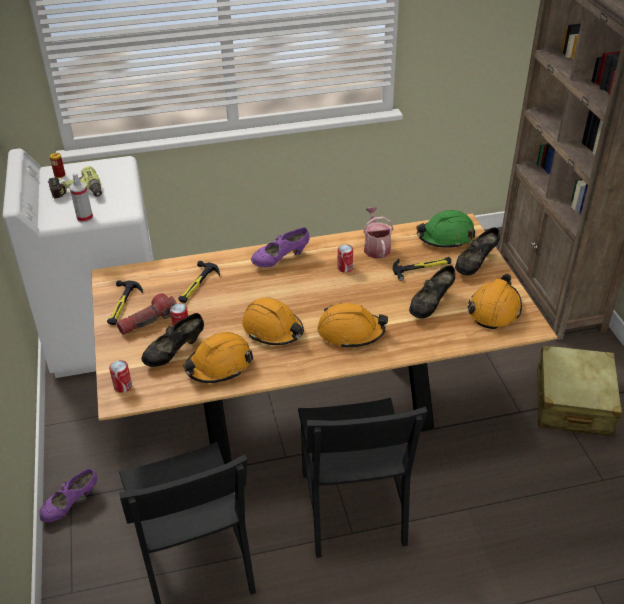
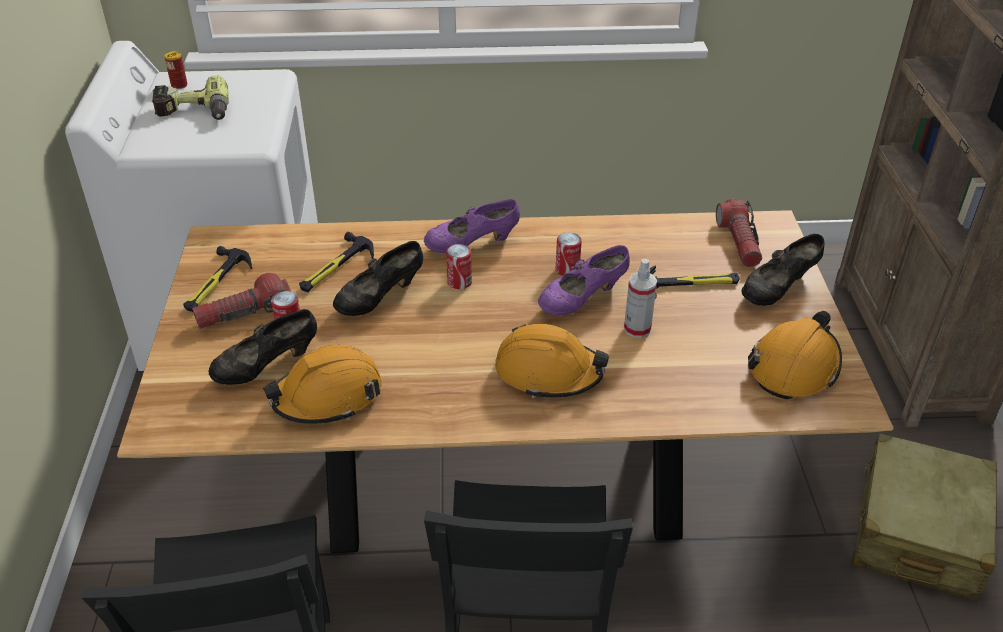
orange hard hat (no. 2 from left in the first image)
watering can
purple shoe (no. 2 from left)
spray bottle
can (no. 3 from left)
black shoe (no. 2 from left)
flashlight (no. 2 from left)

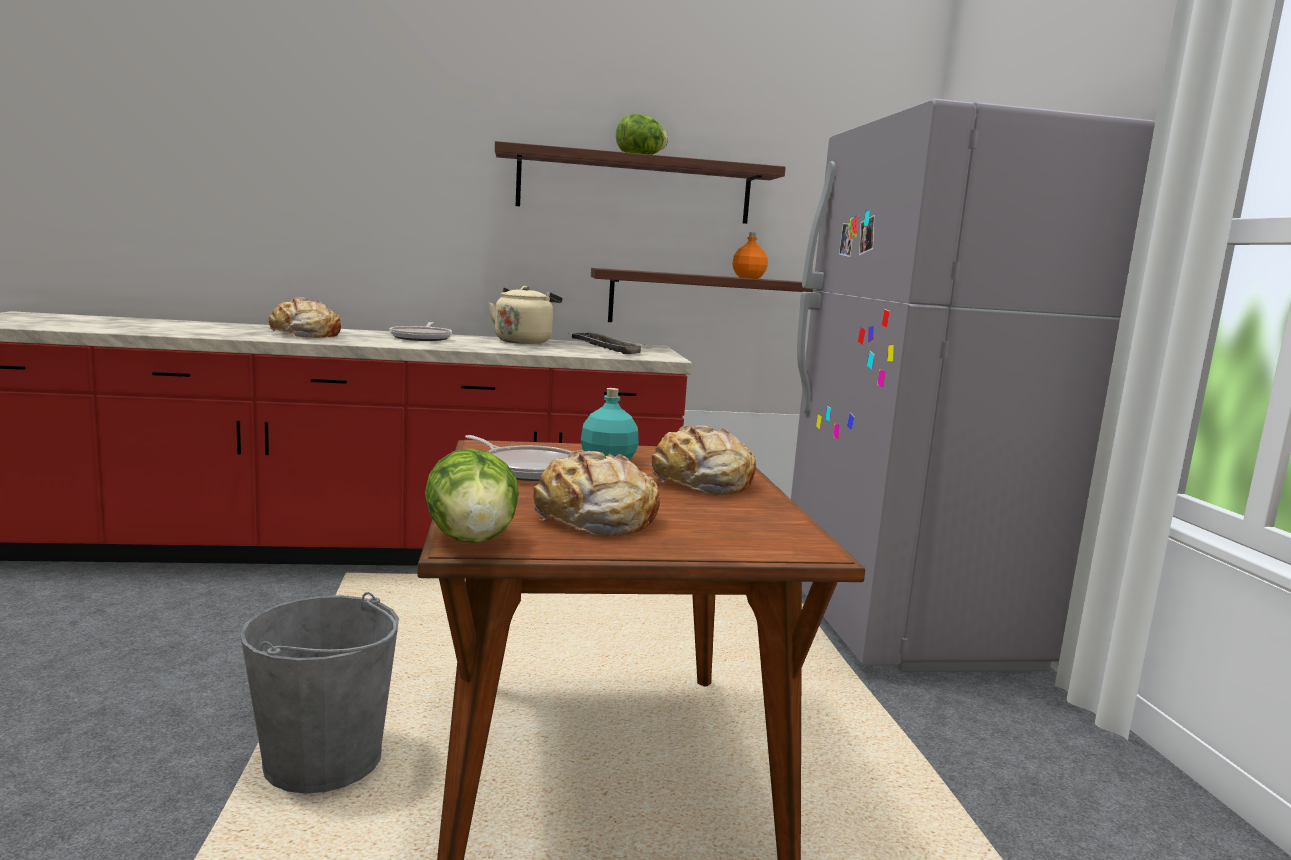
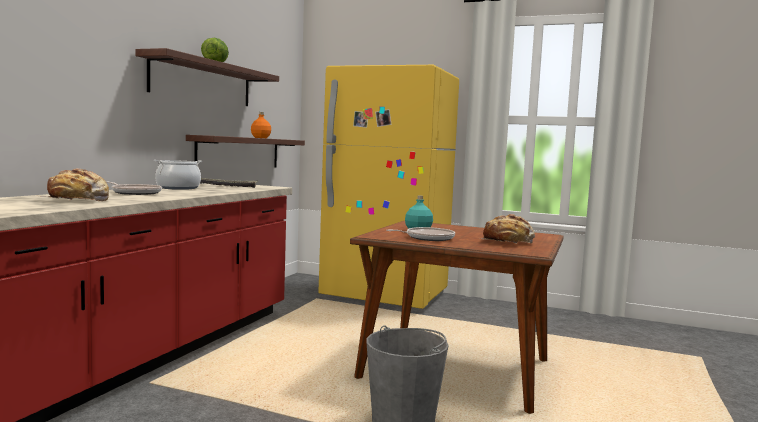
lettuce (no. 1 from left in the first image)
bread (no. 3 from left in the first image)
cooking pot
yellow fridge

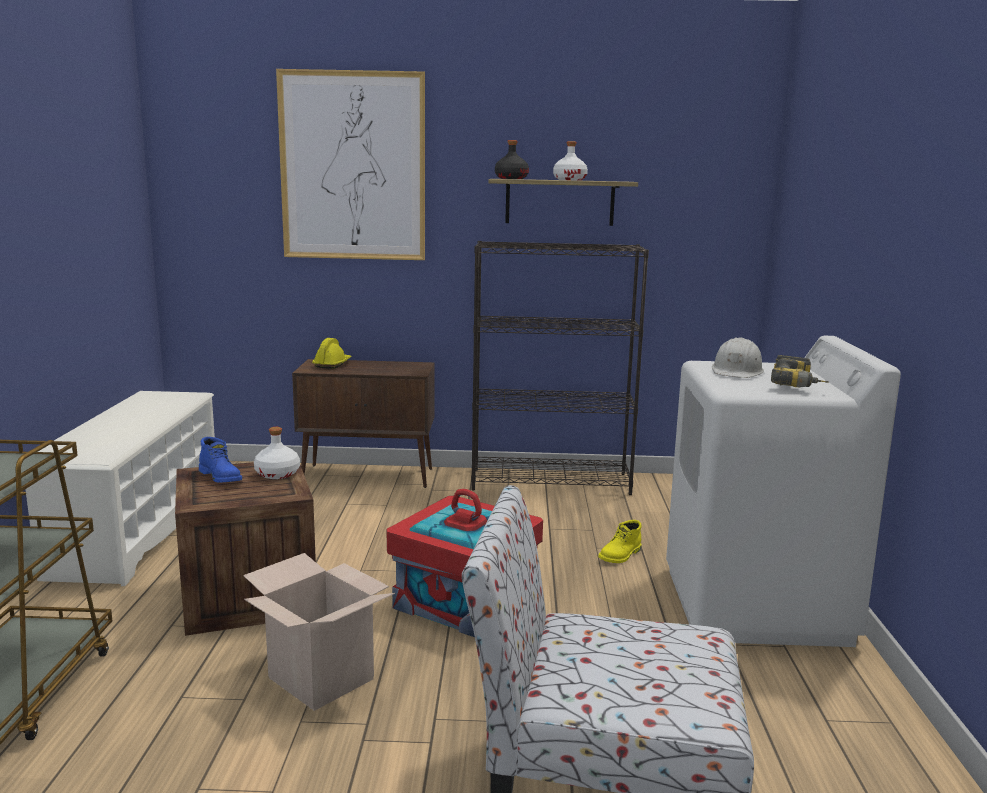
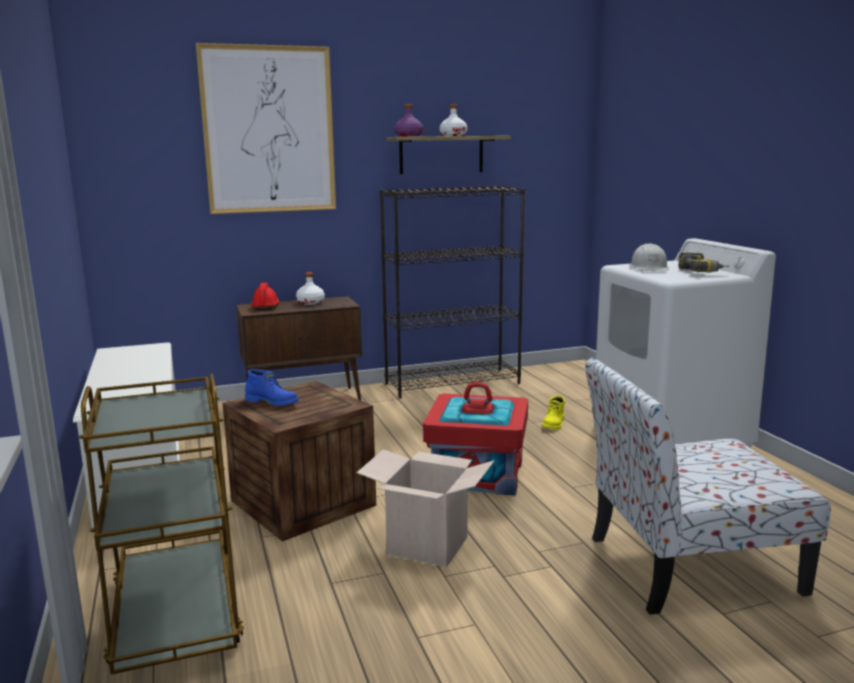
white bottle (no. 1 from left)
red hard hat
purple bottle

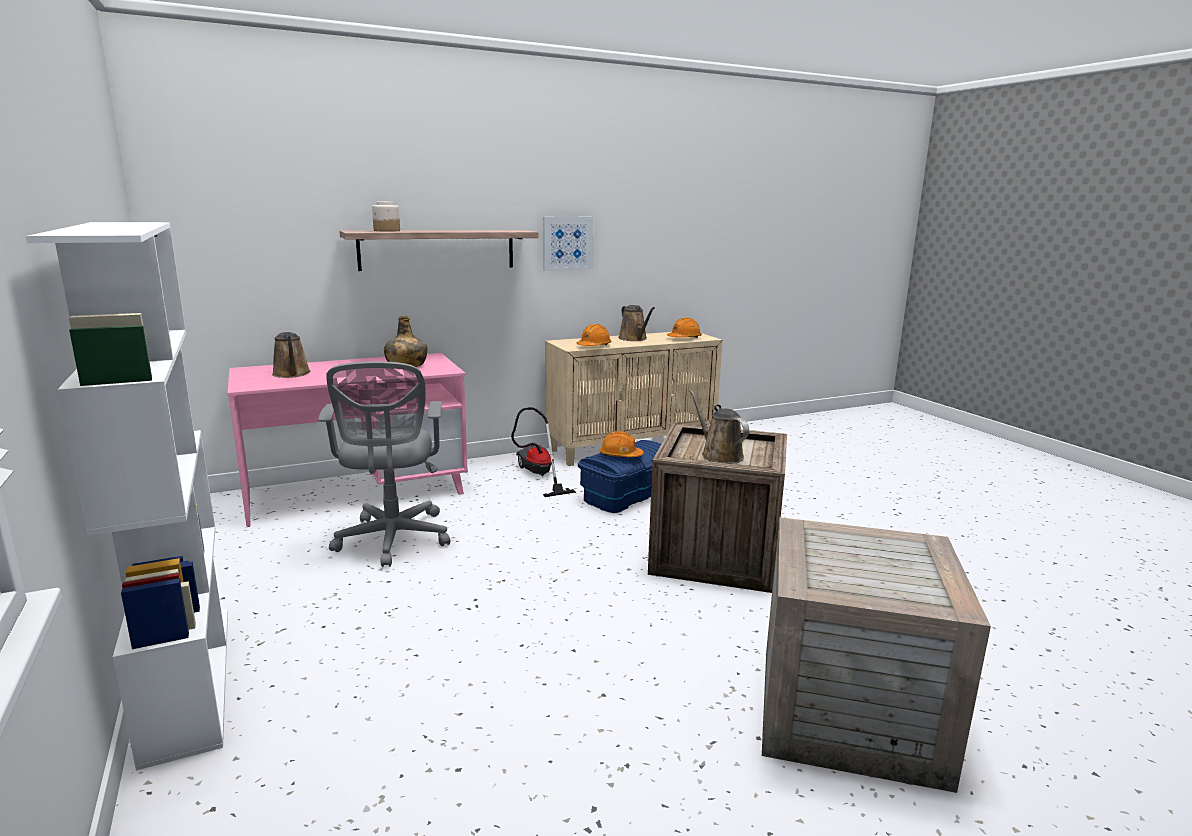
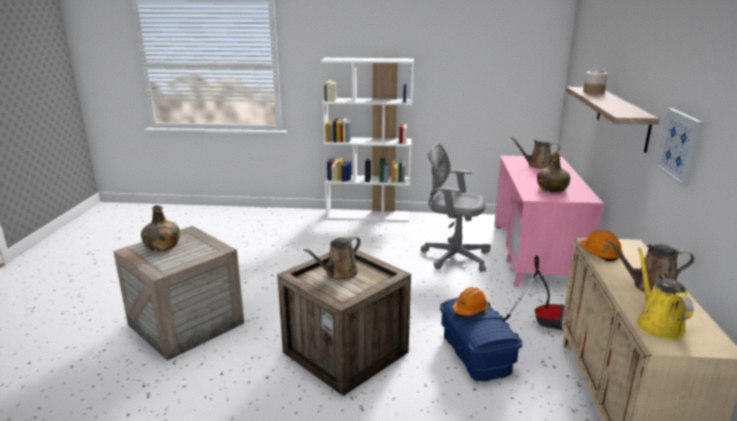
green bottle (no. 1 from left)
yellow watering can
brown watering can (no. 1 from left)

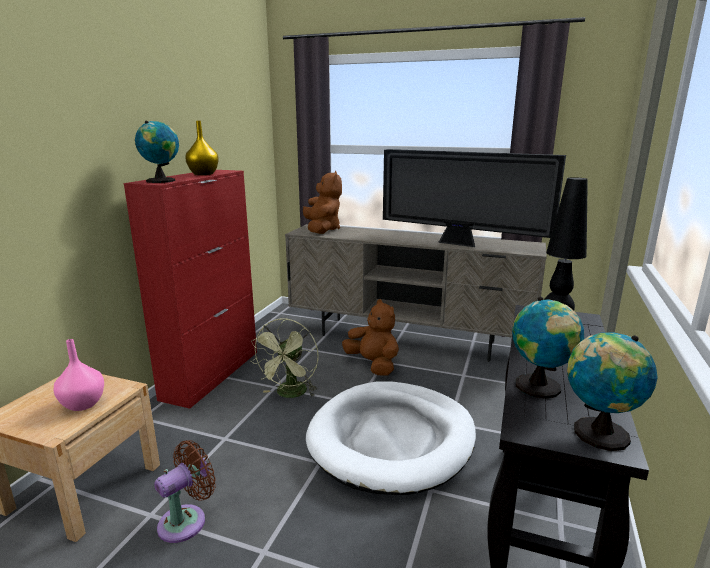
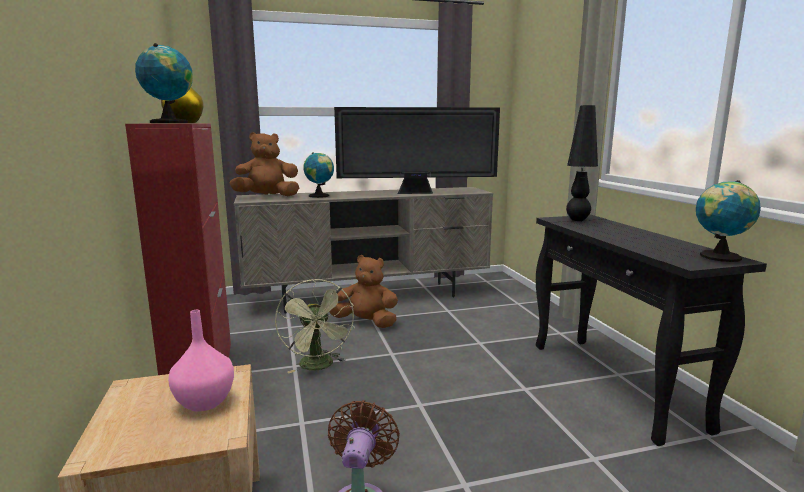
white dog bed
globe (no. 2 from left)
brown plush toy (no. 1 from left)

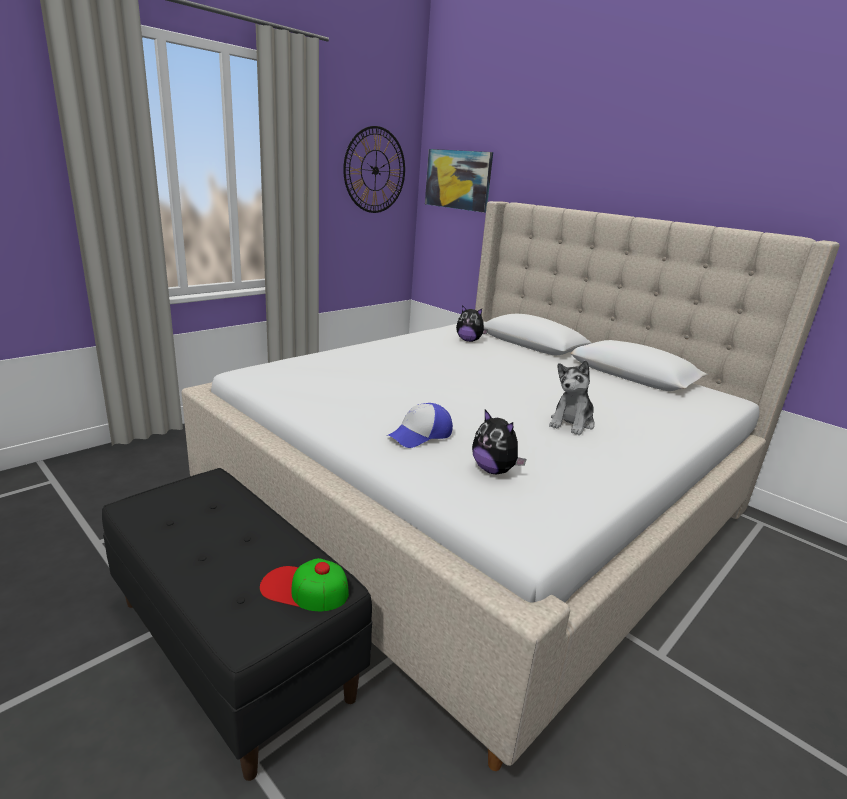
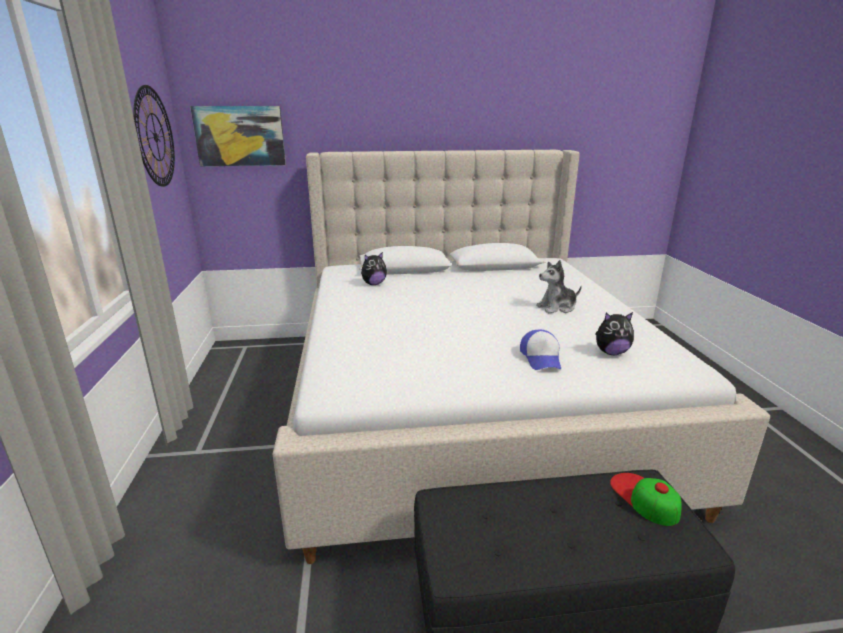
cap (no. 2 from left)
plush toy (no. 2 from left)

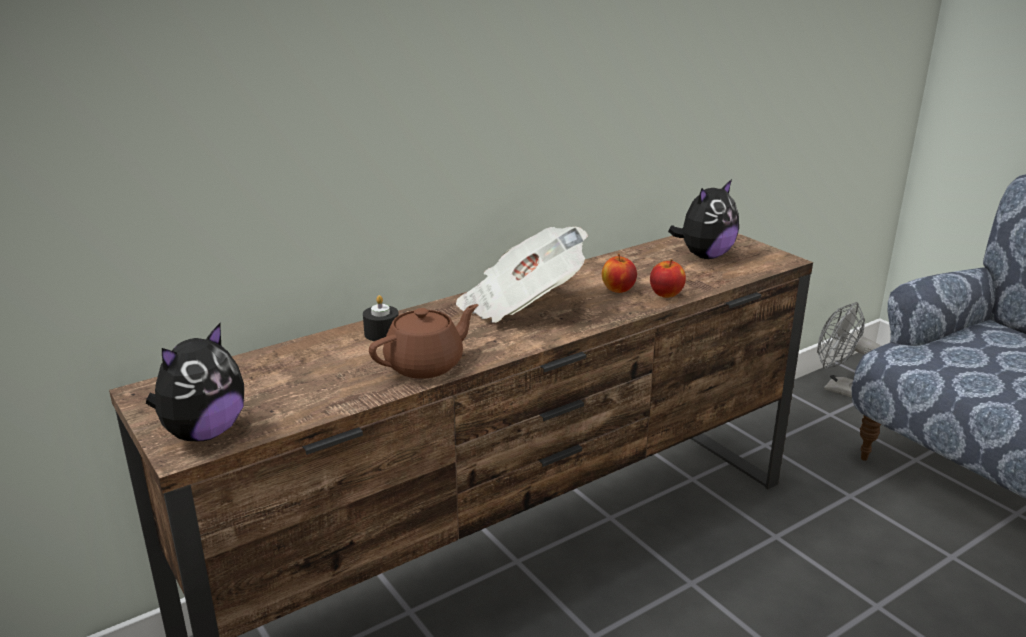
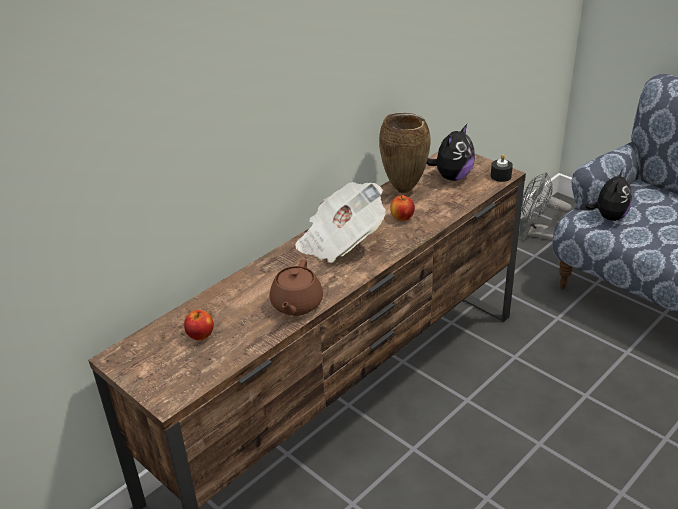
brown vase
plush toy (no. 2 from left)
black candle
apple (no. 1 from left)
brown teapot

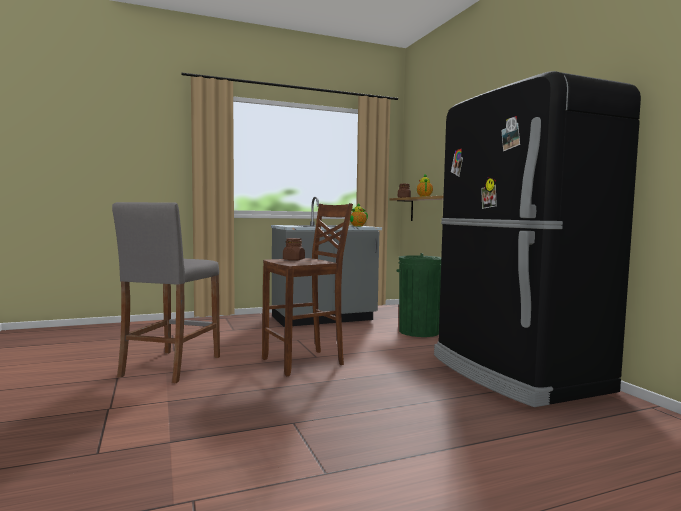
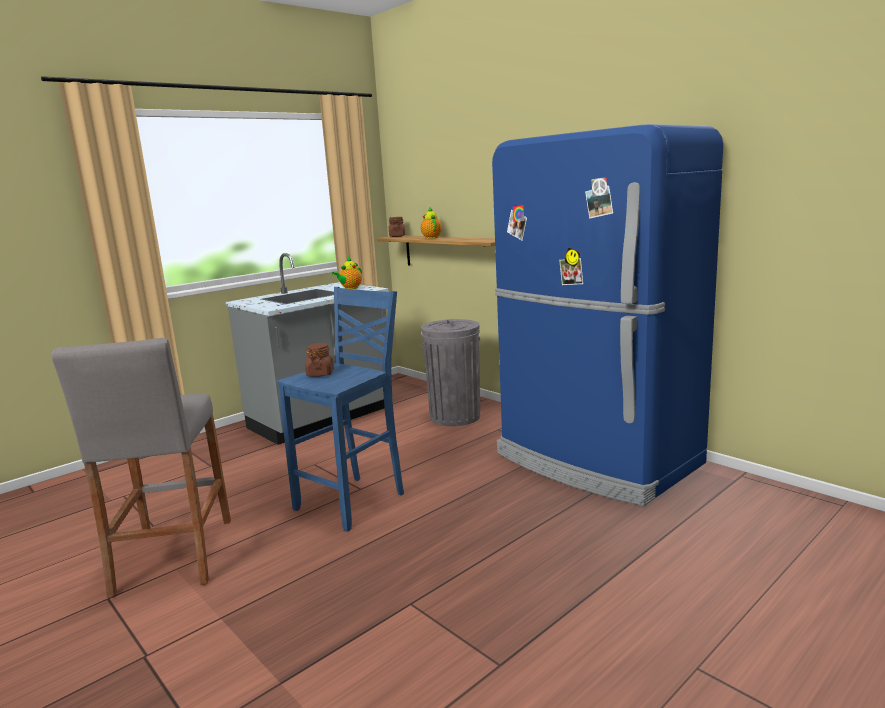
blue stool
grey trash can
blue fridge

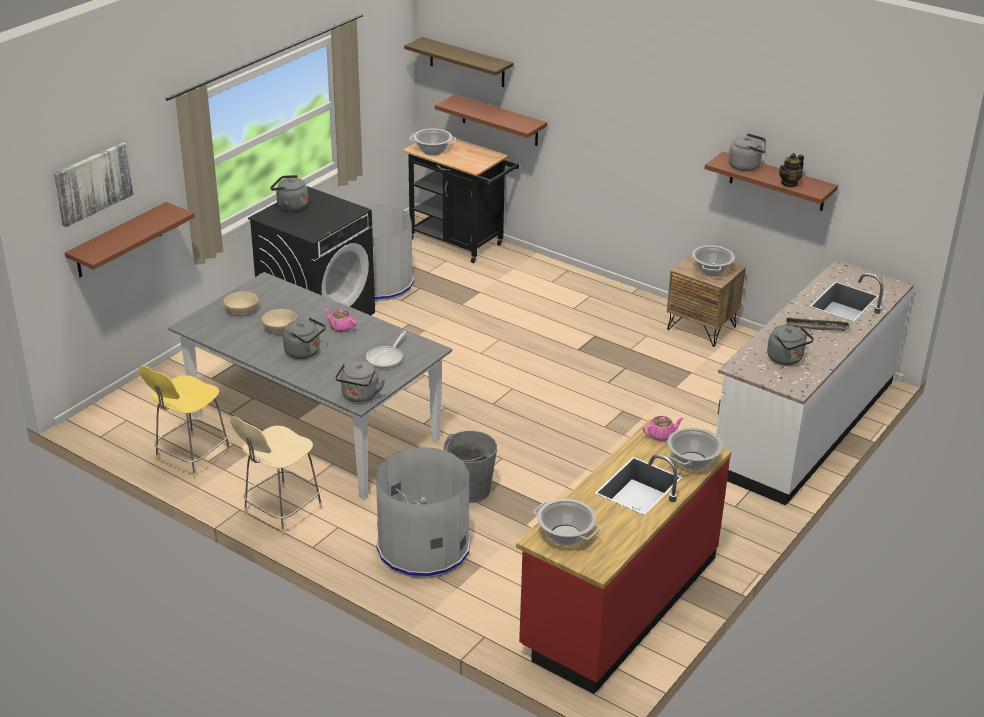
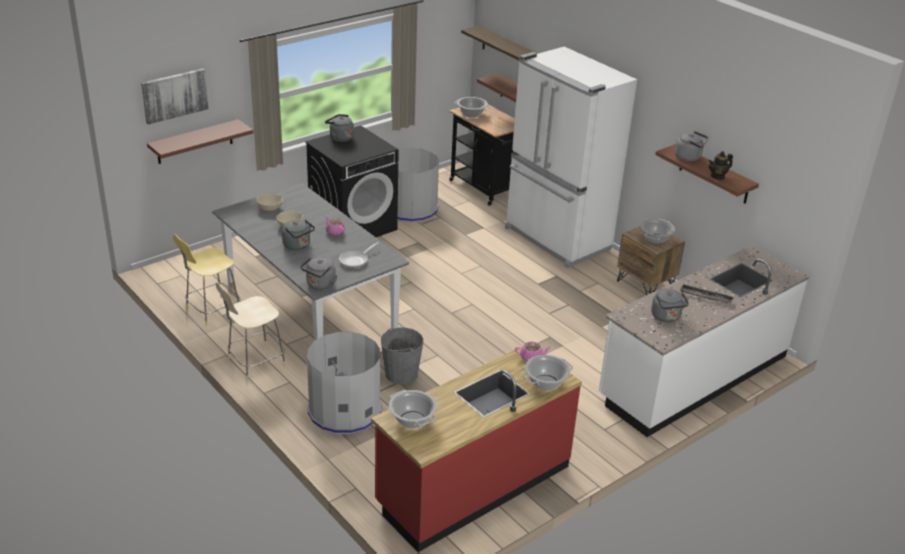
white fridge

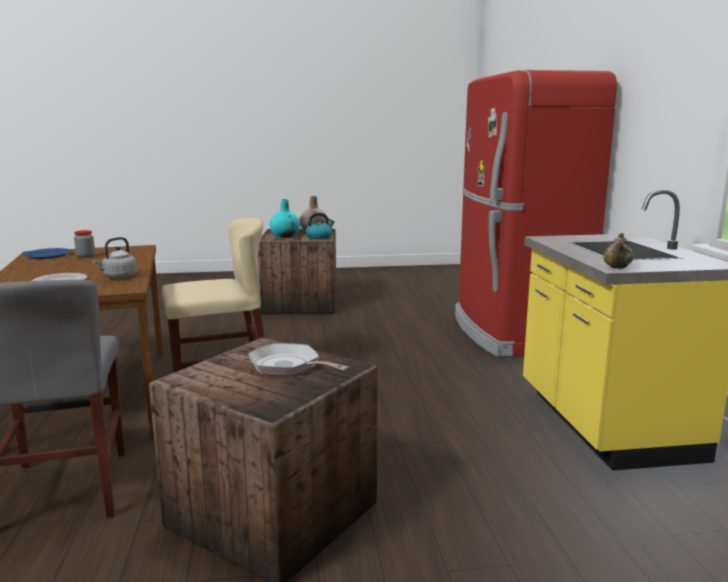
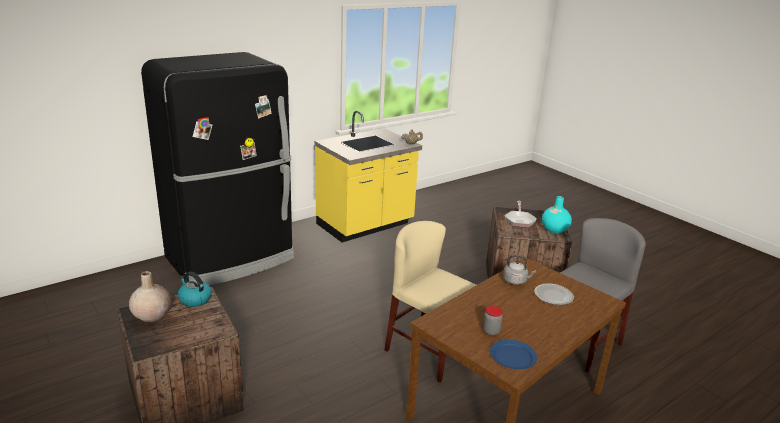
turquoise vase
black fridge

